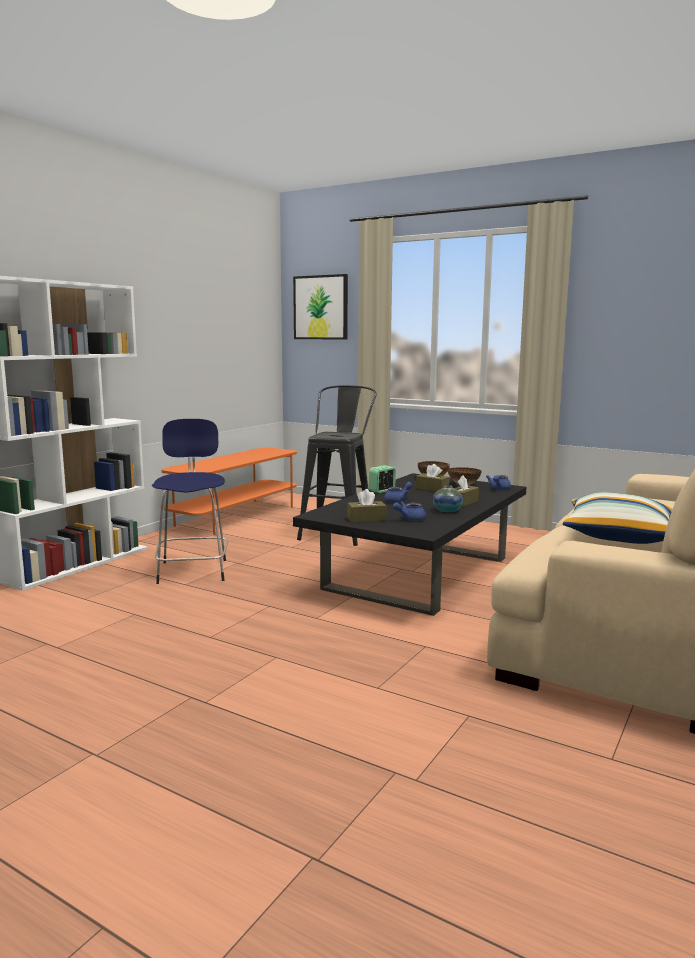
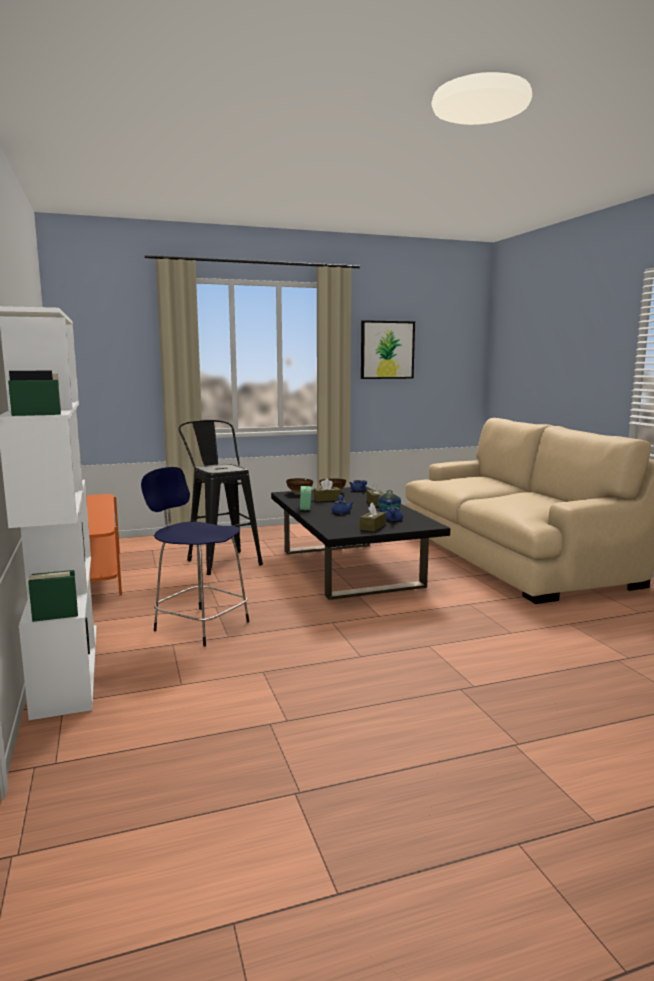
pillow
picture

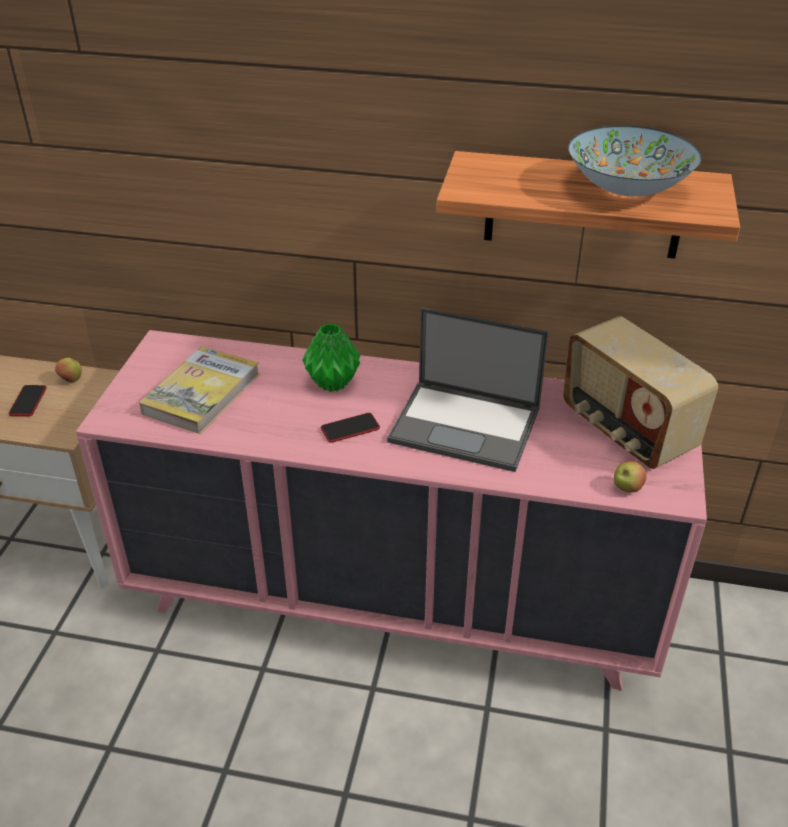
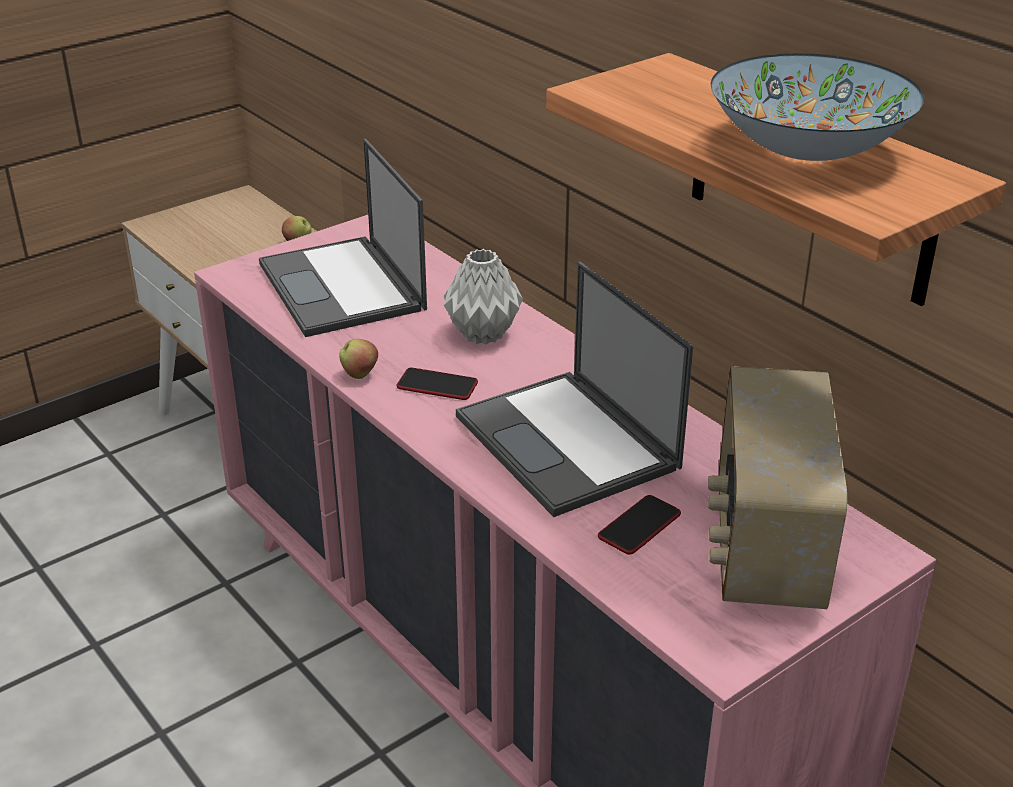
phone (no. 2 from left)
apple (no. 2 from left)
laptop (no. 1 from left)
grey vase

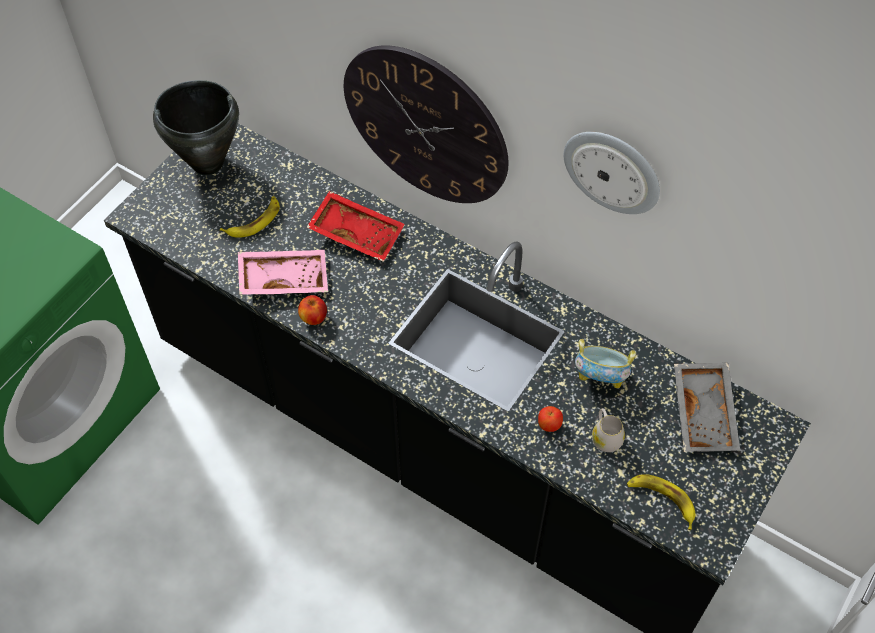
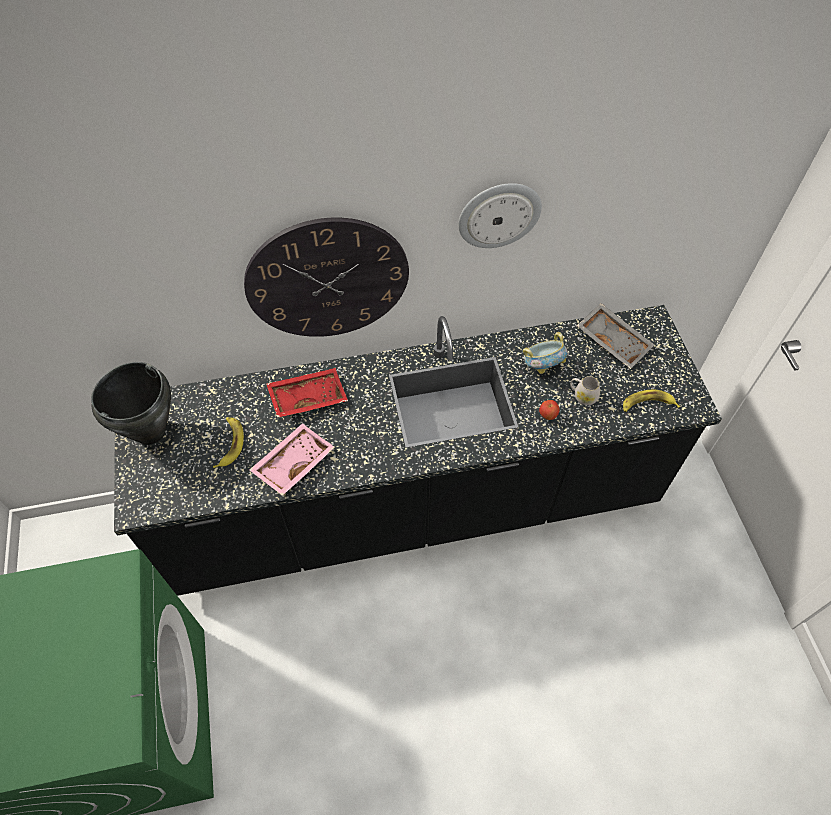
apple (no. 1 from left in the first image)

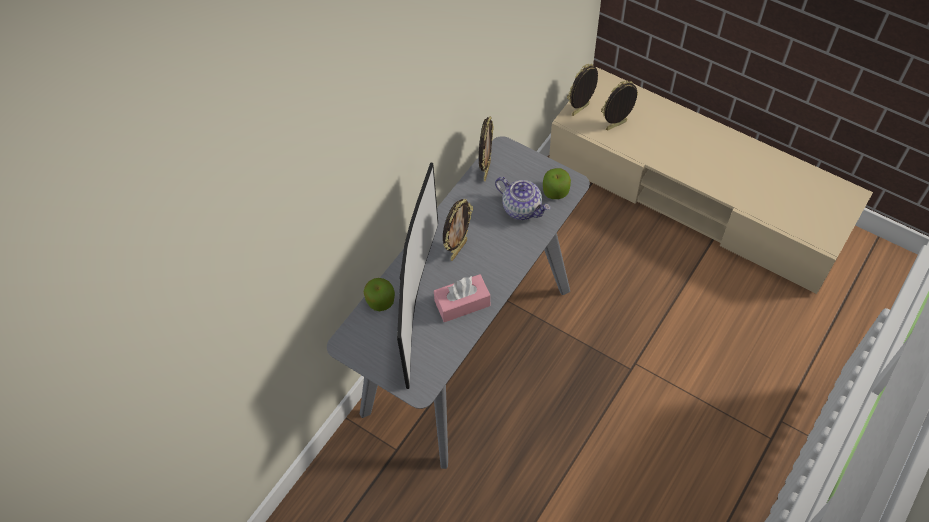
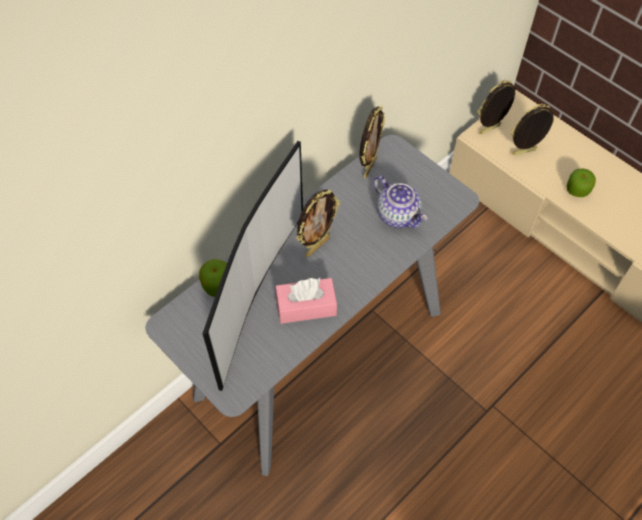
apple (no. 2 from left)

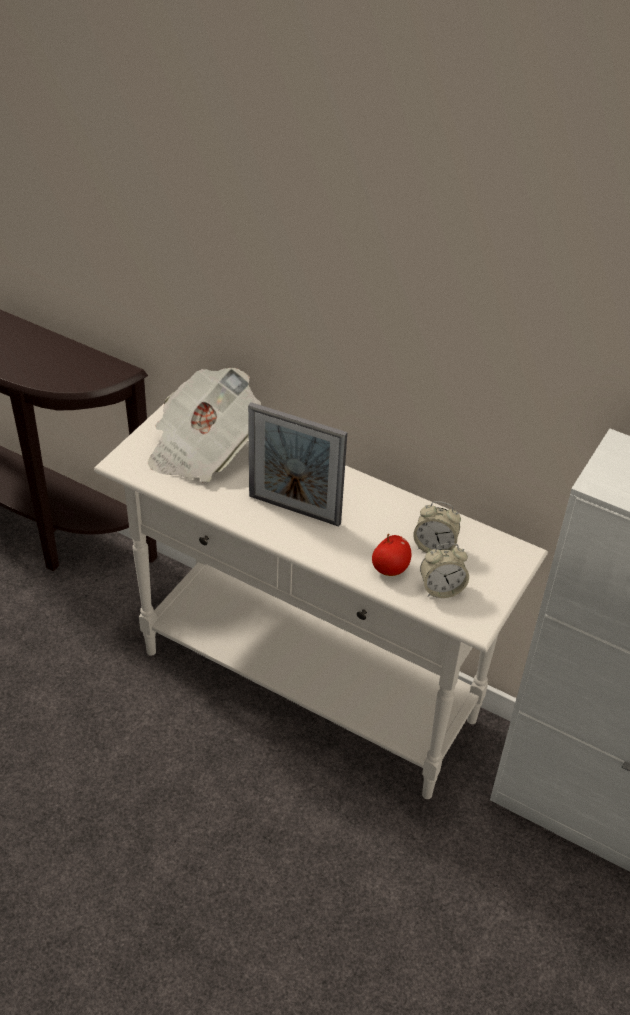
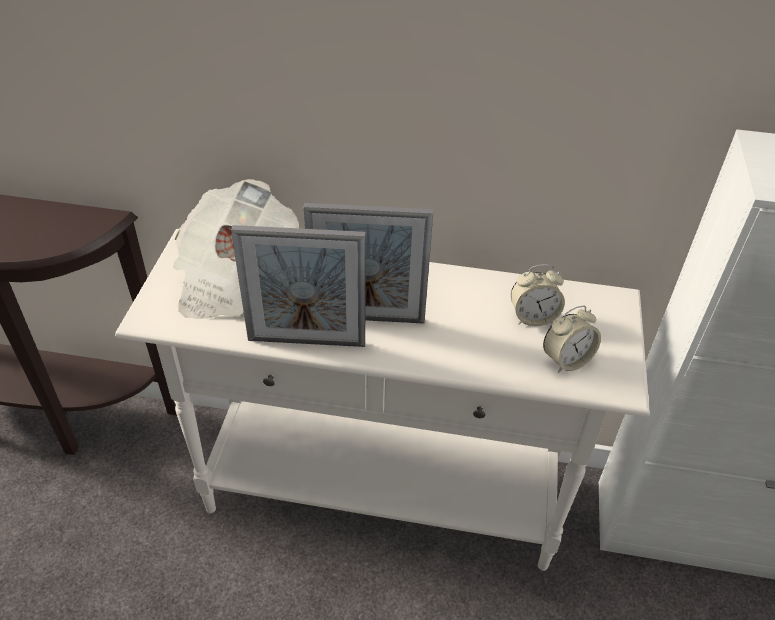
apple
picture frame (no. 1 from left)

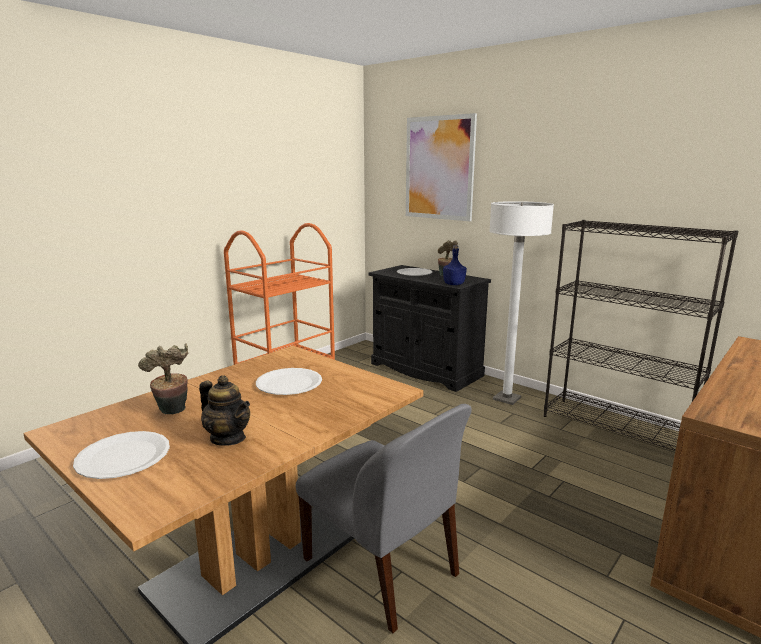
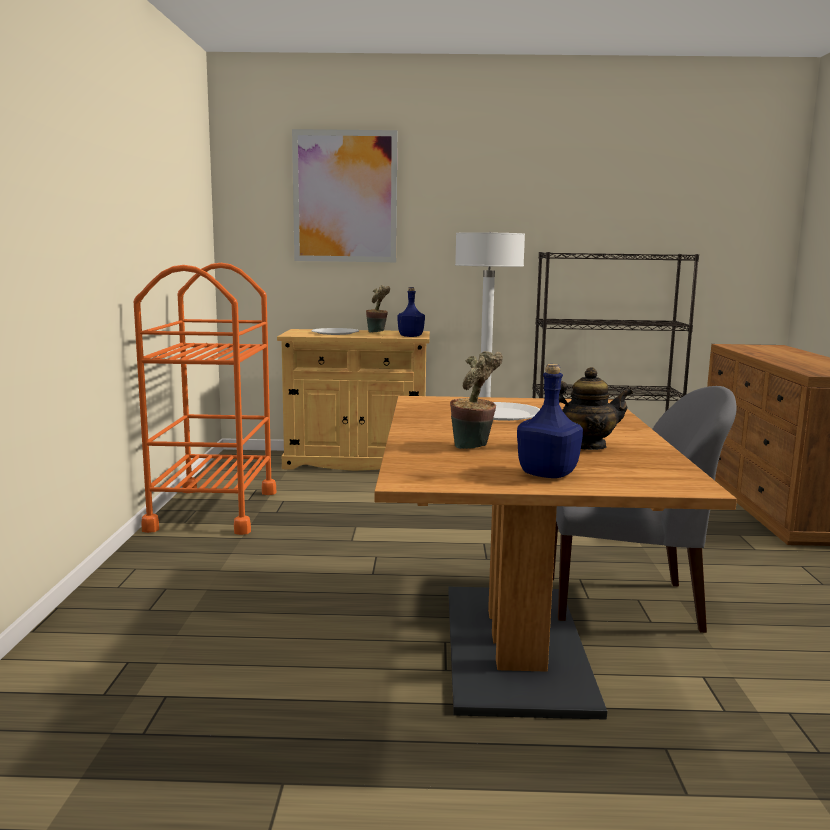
blue bottle (no. 2 from left)
beige cabinet

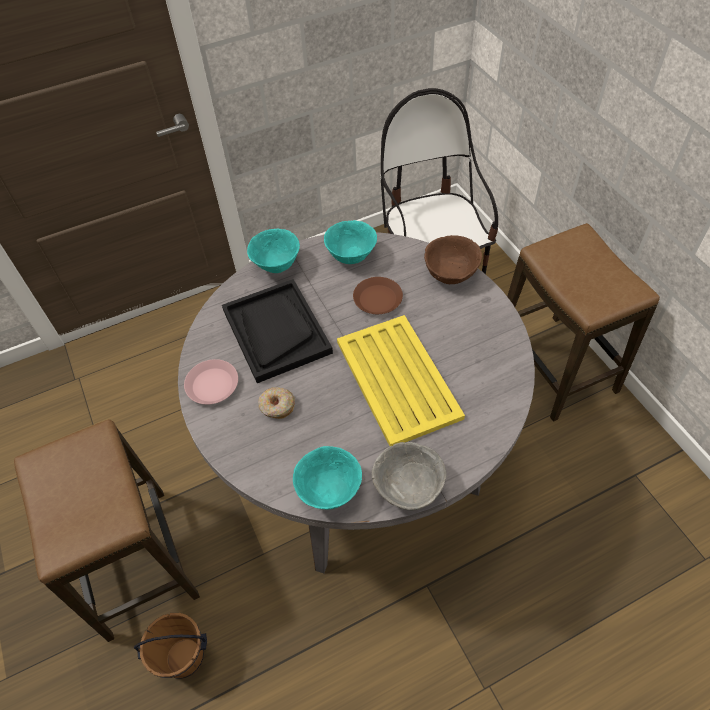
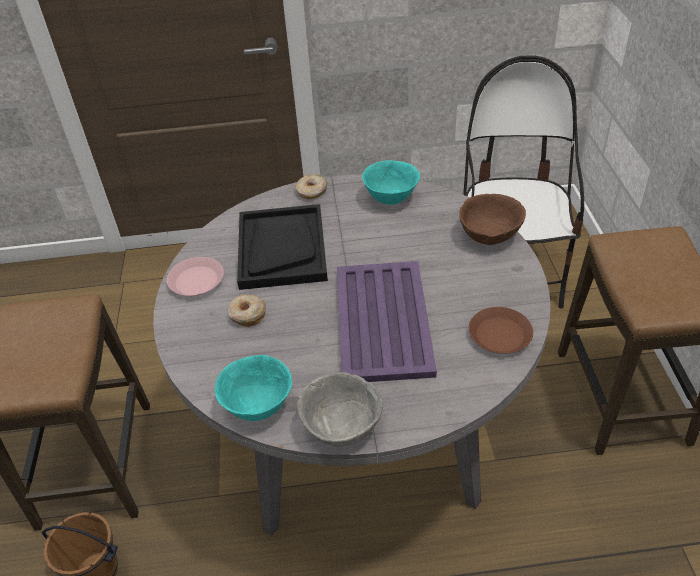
brown plate
donut (no. 2 from left)
purple tray

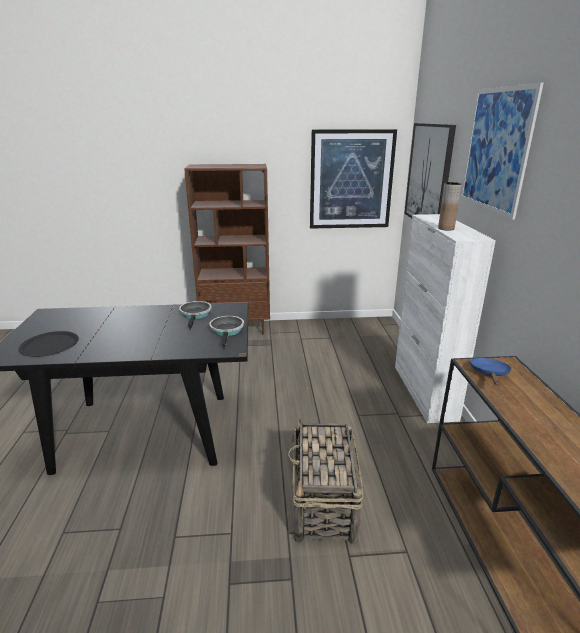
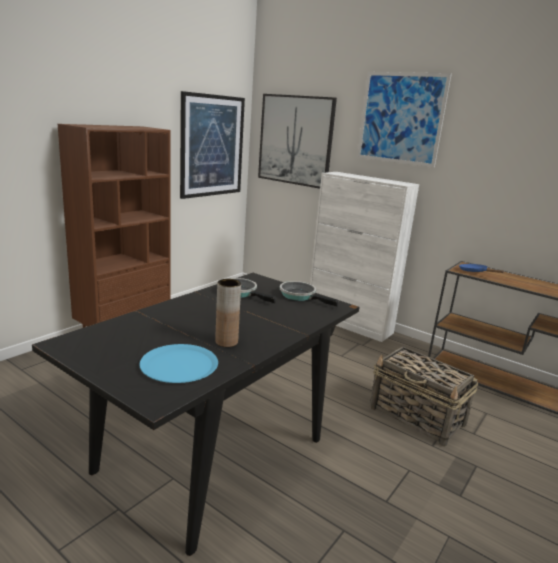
brown vase
blue plate

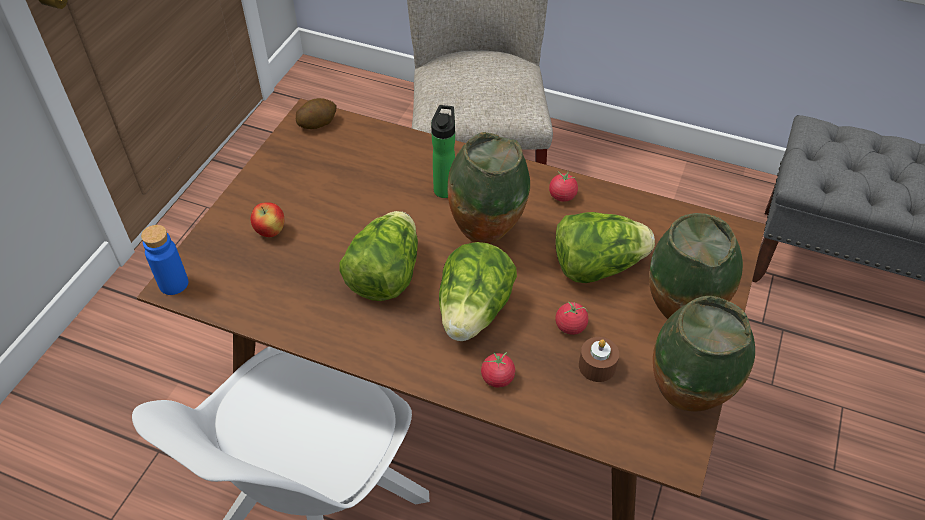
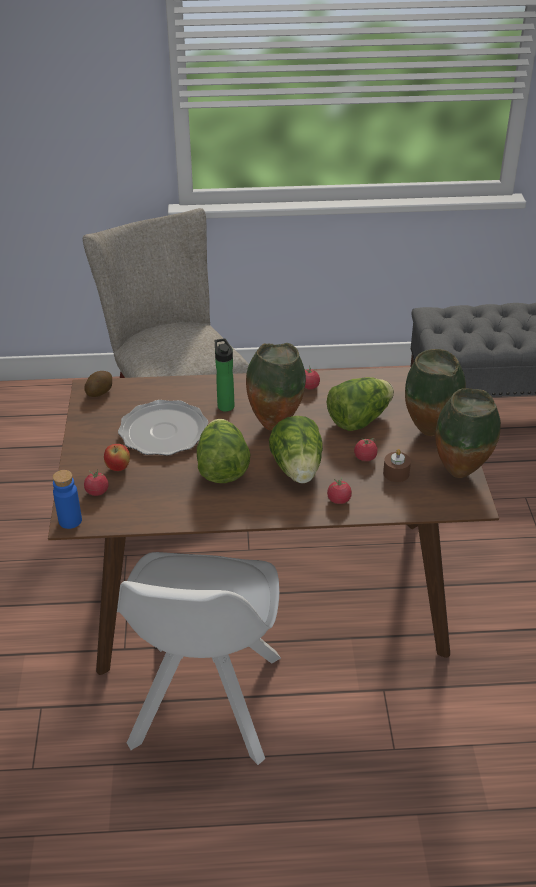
tomato (no. 1 from left)
plate

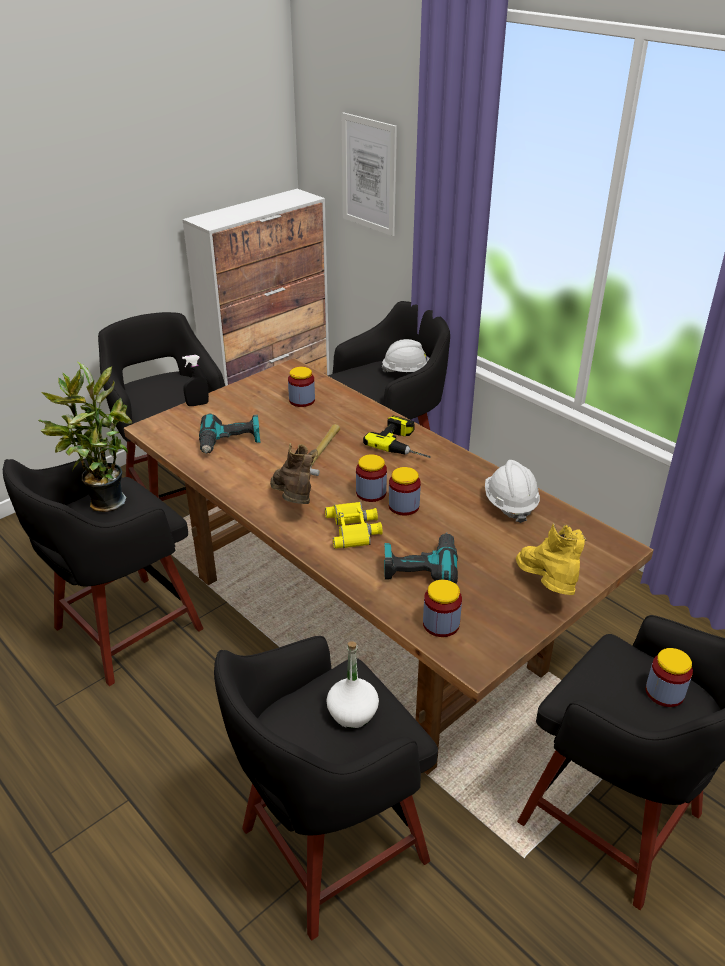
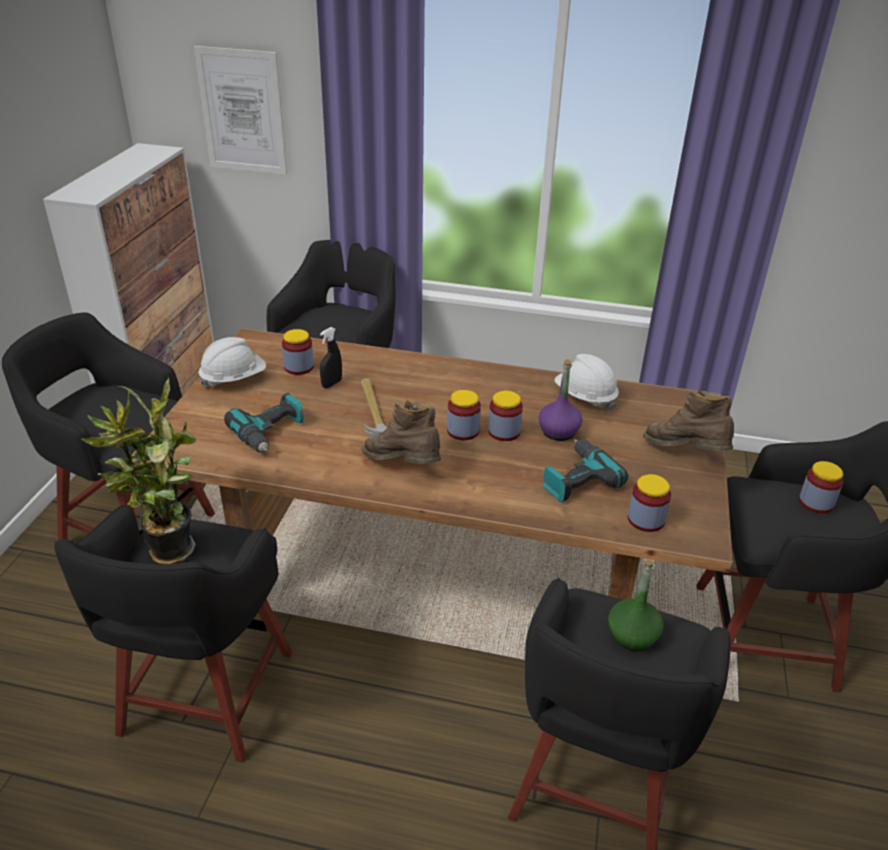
yellow binoculars
power drill (no. 2 from left in the first image)
purple bottle
black spray bottle
white hard hat (no. 1 from left)
green bottle
brown boot (no. 2 from left)

